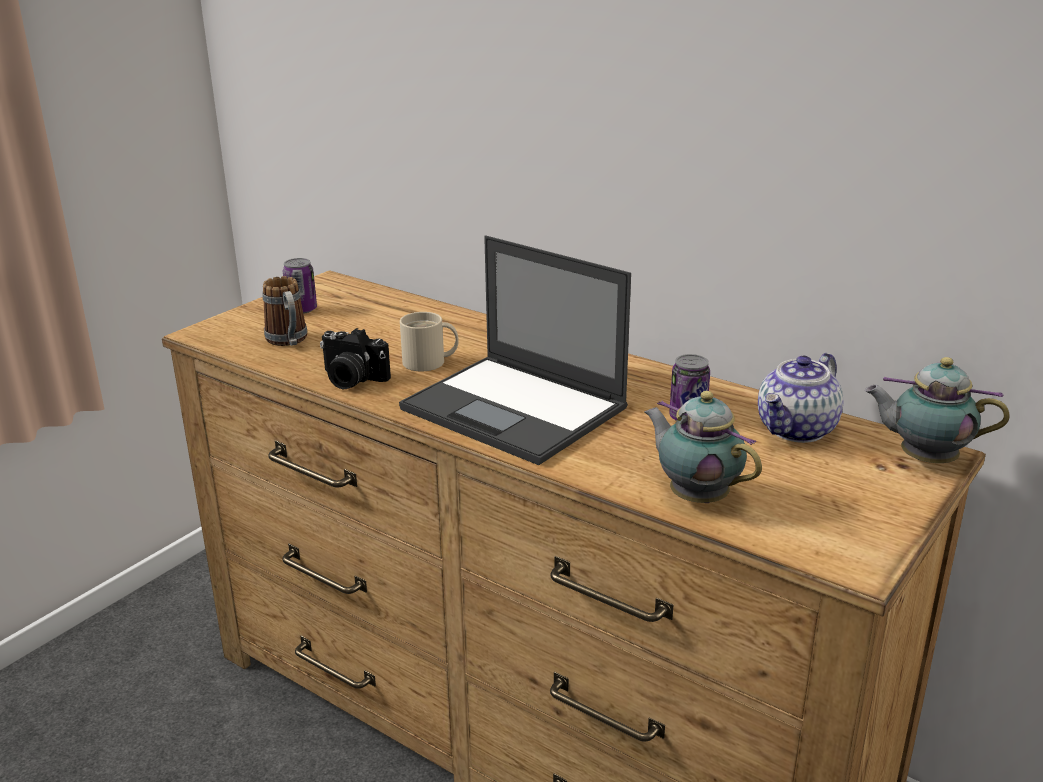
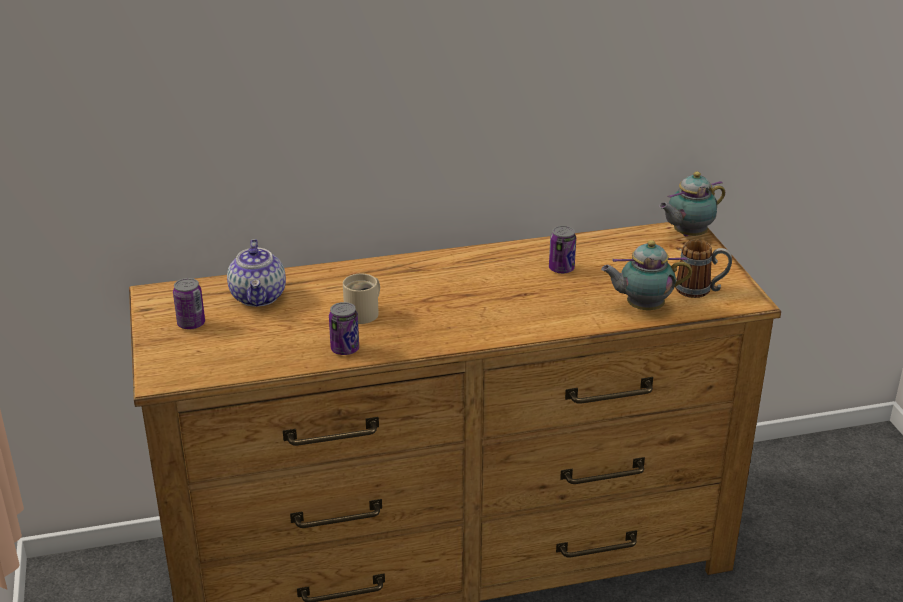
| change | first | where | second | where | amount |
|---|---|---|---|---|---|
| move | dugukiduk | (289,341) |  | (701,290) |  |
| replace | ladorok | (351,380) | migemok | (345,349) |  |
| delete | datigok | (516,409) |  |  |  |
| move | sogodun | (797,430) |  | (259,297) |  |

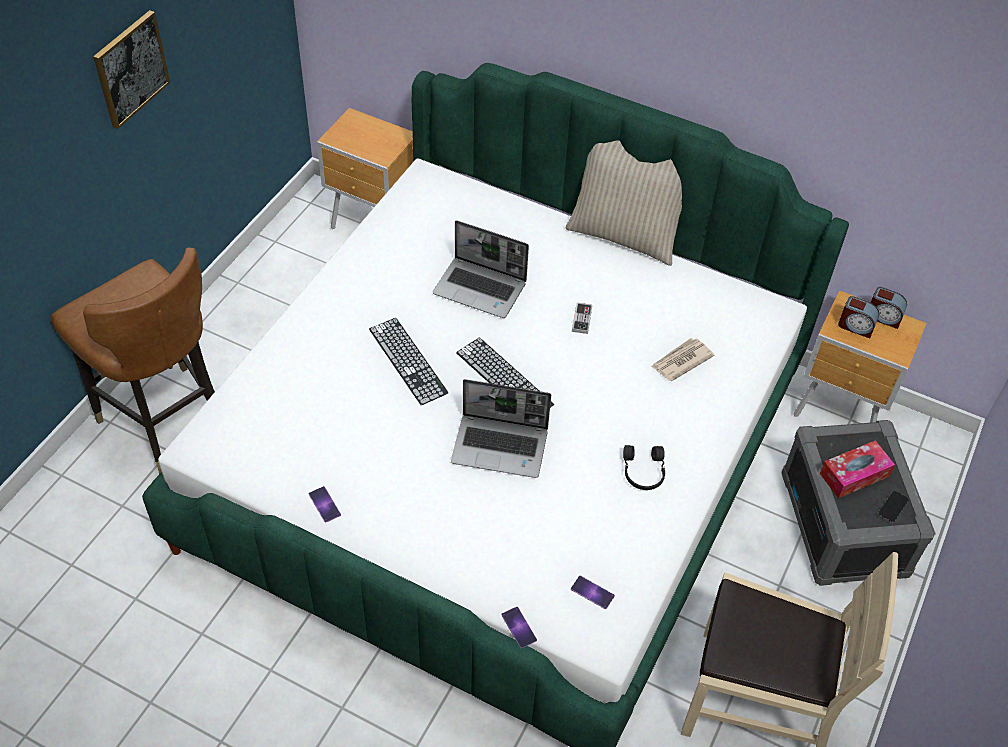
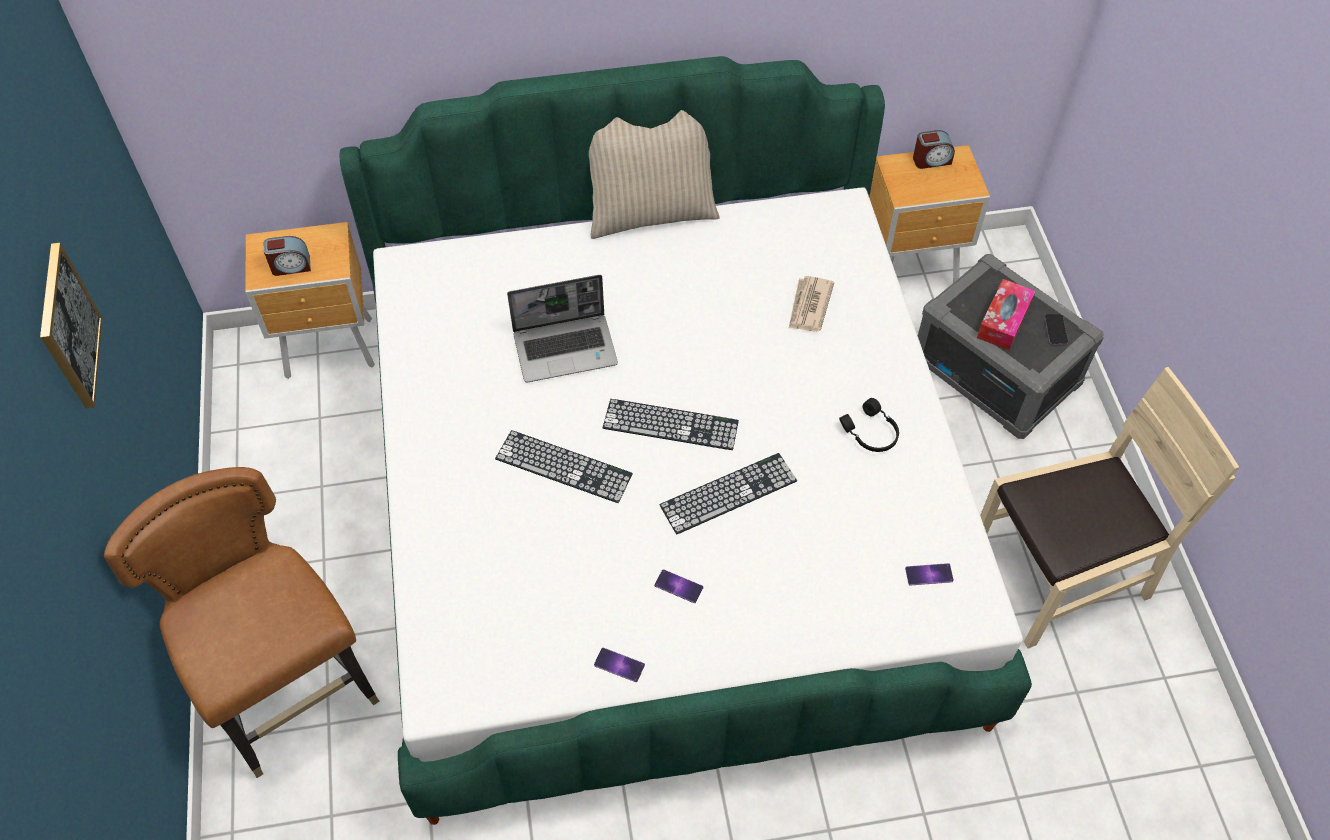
| change | first | where | second | where | amount |
|---|---|---|---|---|---|
| rotate | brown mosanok | (165,420) |  | (294,694) | 135 degrees counterclockwise |
| replace | datigok | (501,446) | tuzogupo | (728,493) |  |
| move | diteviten | (519,627) |  | (678,586) |  |
| delete | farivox | (582,319) |  |  |  |
| move | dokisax | (855,326) |  | (291,266) |  |

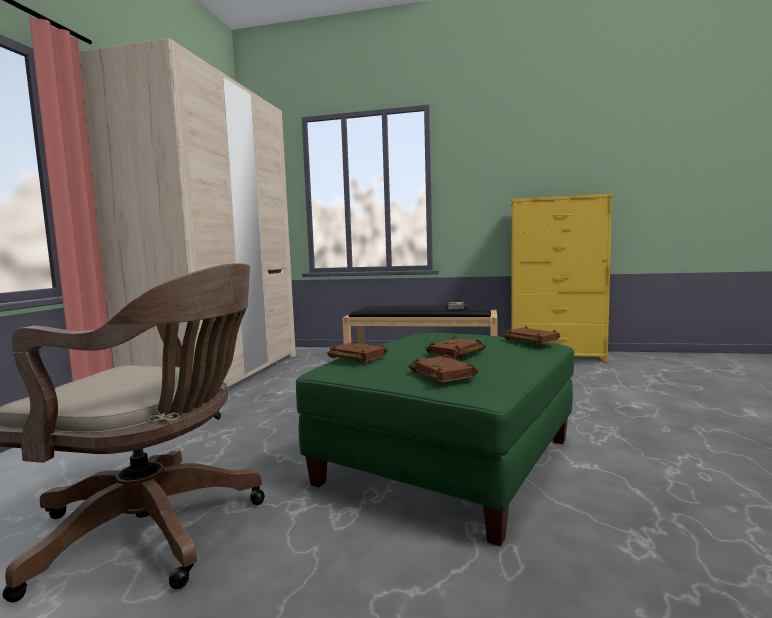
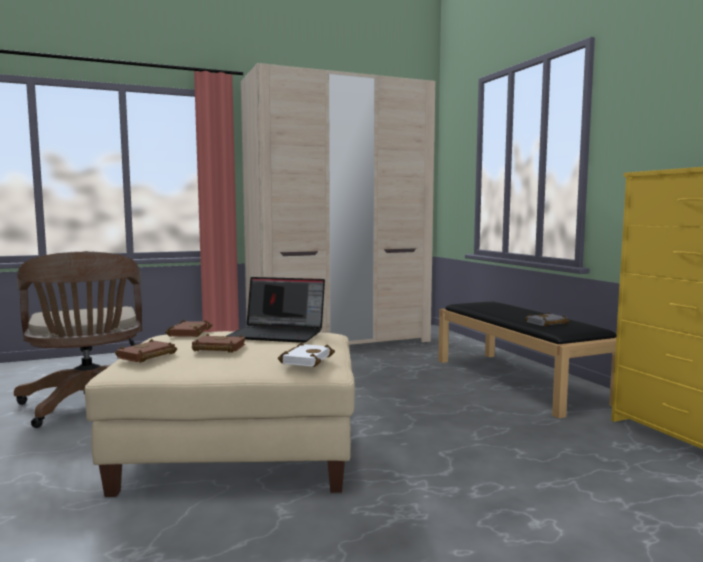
| change | first | where | second | where | amount |
|---|---|---|---|---|---|
| recolor | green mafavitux | (447,461) | beige mafavitux | (240,451) |  |
| recolor | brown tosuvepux | (529,340) | white tosuvepux | (305,359) |  |
| insert |  |  | datigok | (279,334) |  |

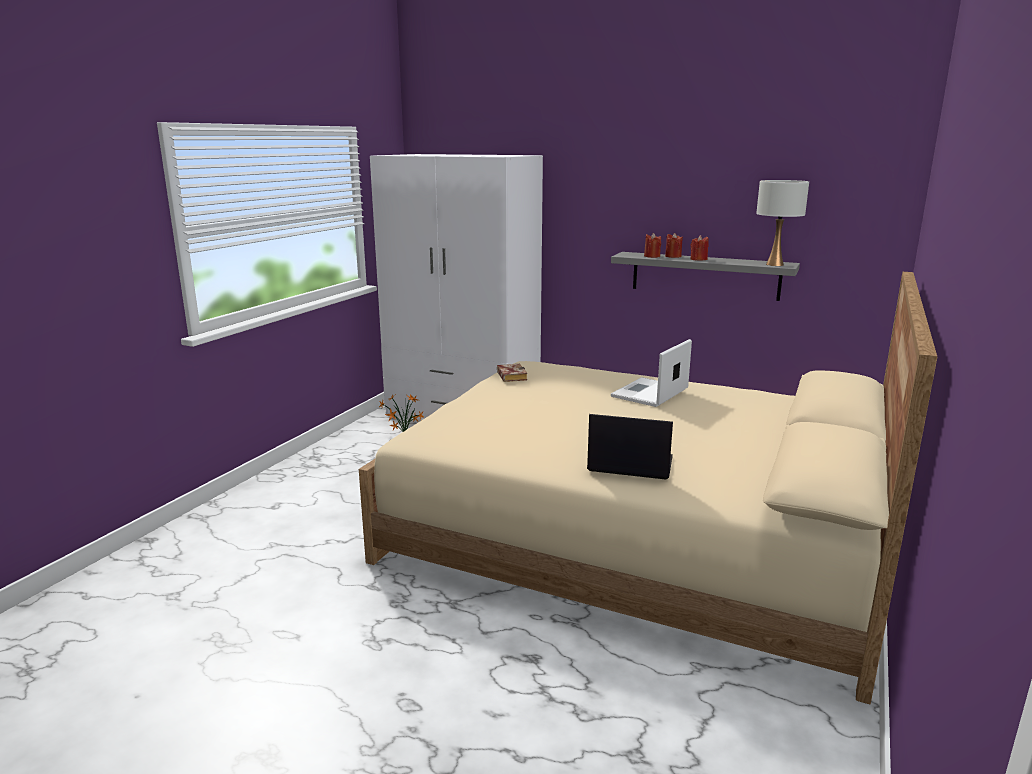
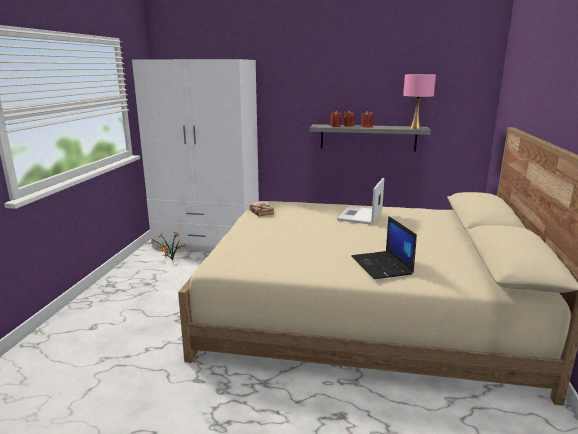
| change | first | where | second | where | amount |
|---|---|---|---|---|---|
| rotate | datigok | (629,464) |  | (382,266) | 105 degrees counterclockwise |
| recolor | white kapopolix | (774,264) | pink kapopolix | (415,128) |  |

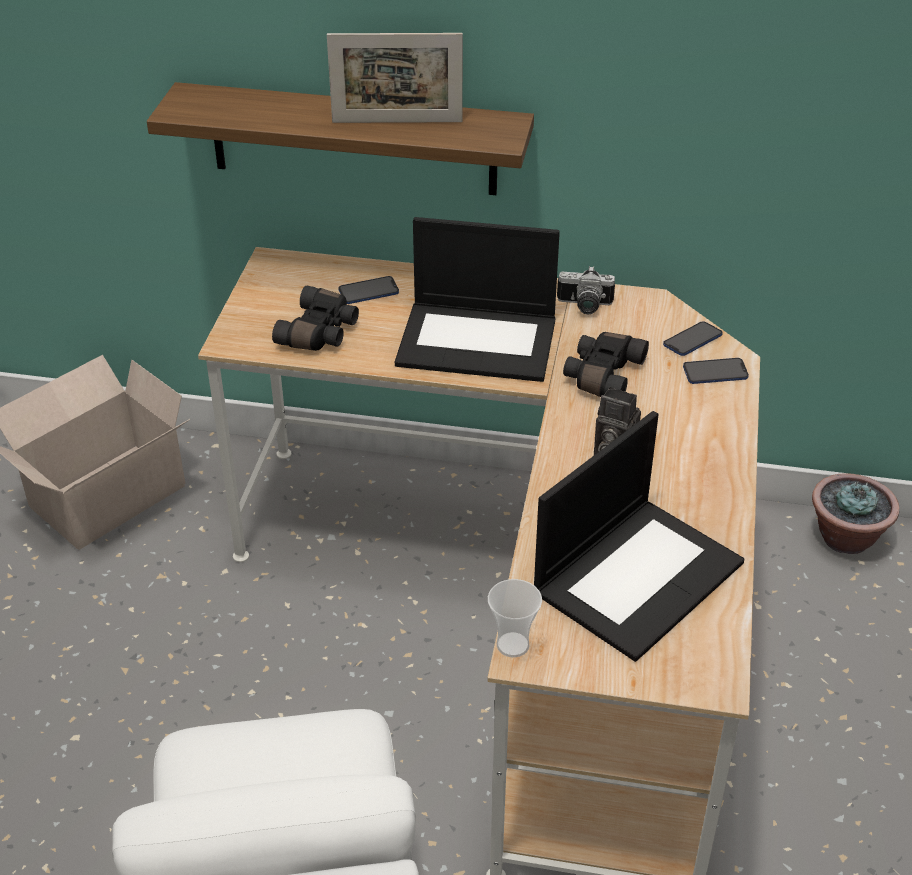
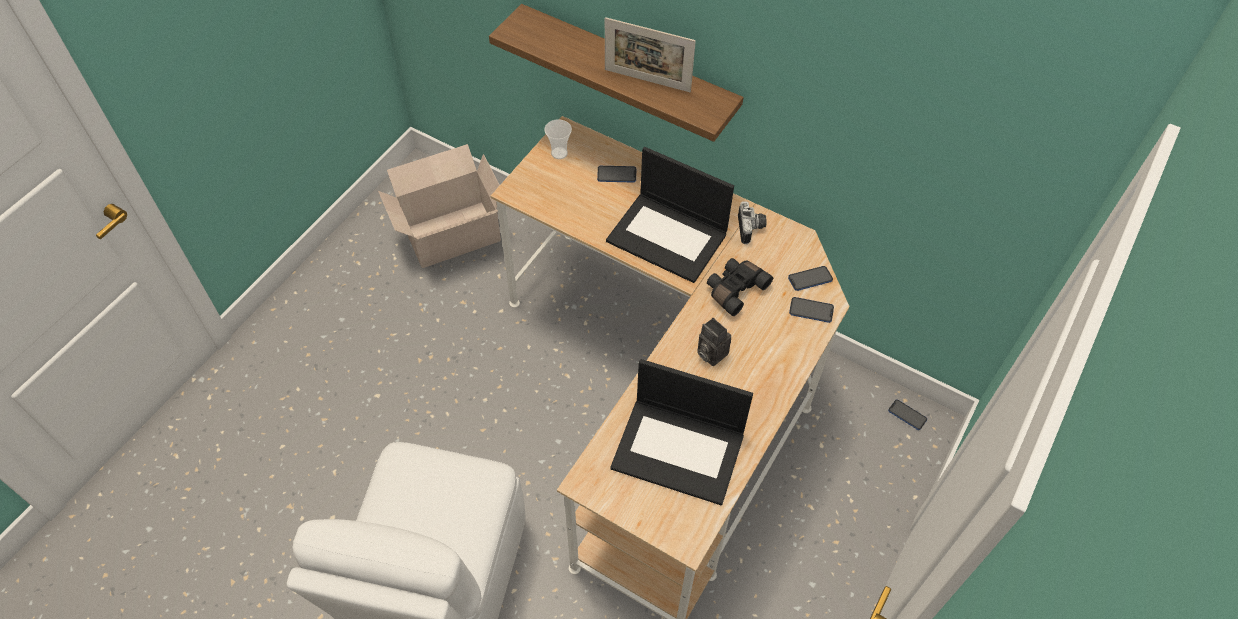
| change | first | where | second | where | amount |
|---|---|---|---|---|---|
| delete | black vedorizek | (320,332) |  |  |  |
| move | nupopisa | (513,645) |  | (559,153) |  |
| rotate | datigok | (638,575) |  | (680,450) | 45 degrees clockwise |
| rotate | ladorok | (584,306) |  | (751,229) | 120 degrees counterclockwise |
| replace | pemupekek | (845,538) | diteviten | (907,415) |  |

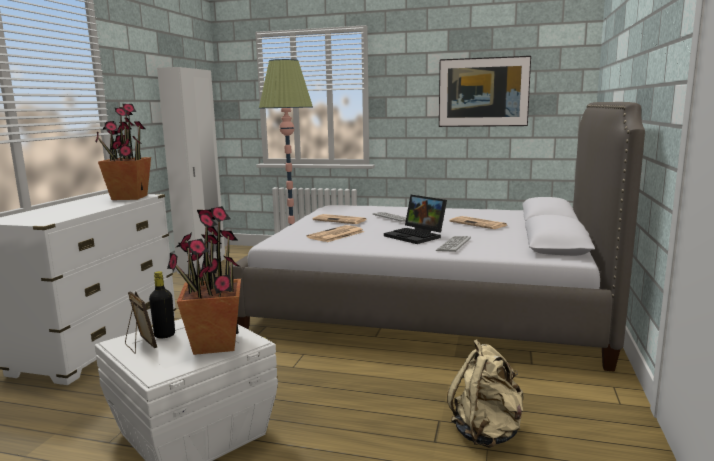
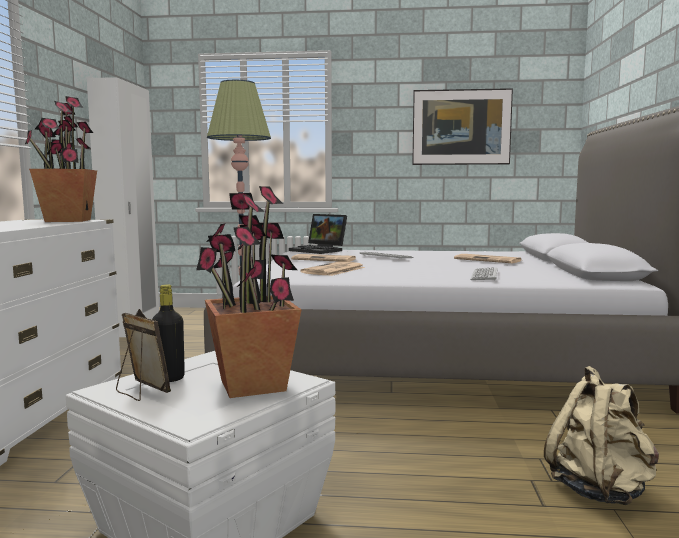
| change | first | where | second | where | amount |
|---|---|---|---|---|---|
| move | datigok | (416,236) |  | (320,250) |  |

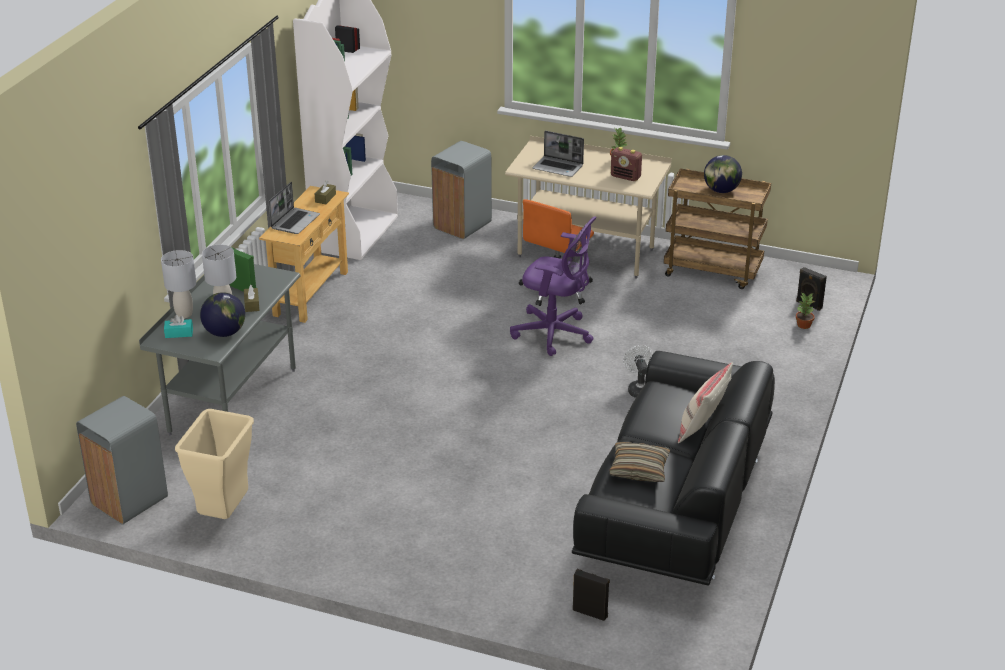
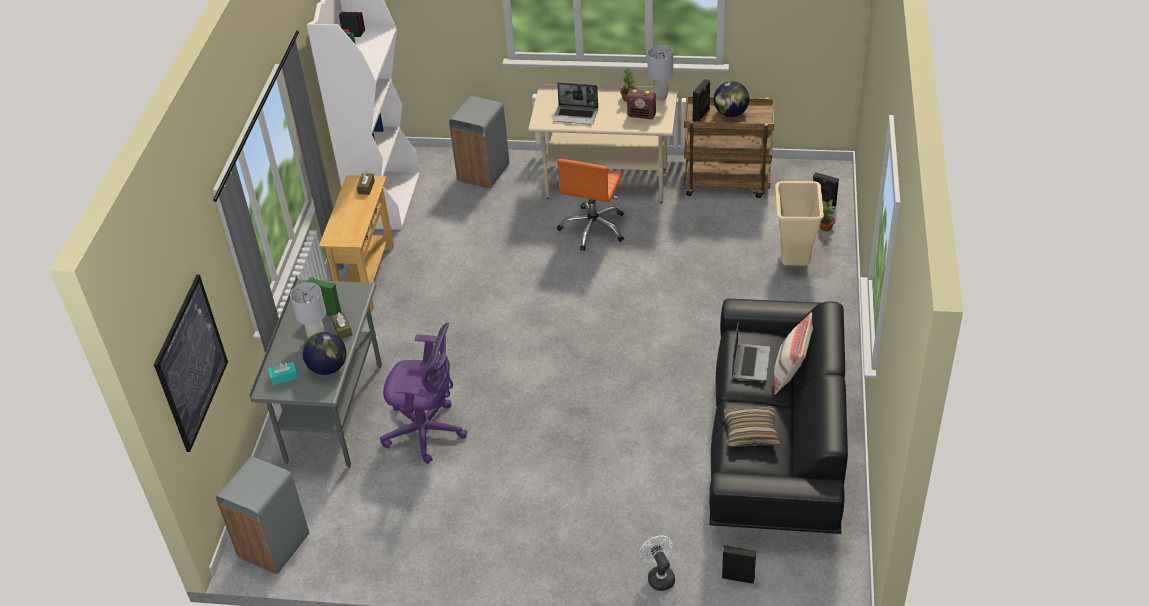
| change | first | where | second | where | amount |
|---|---|---|---|---|---|
| move | grey kapopolix | (184,314) |  | (660,97) |  |
| move | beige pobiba | (224,513) |  | (793,261) |  |
| move | datigok | (295,221) |  | (750,362) |  |
| move | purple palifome | (555,334) |  | (427,432) |  |
| move | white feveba | (639,389) |  | (659,576) |  |
| insert |  |  | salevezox | (191,363) |  |
| insert |  |  | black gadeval | (701,115) |  |

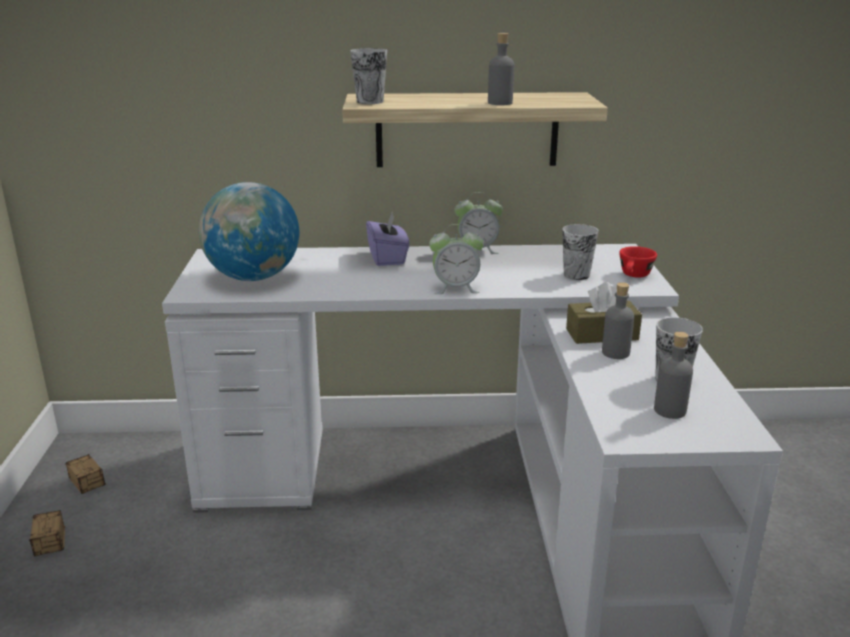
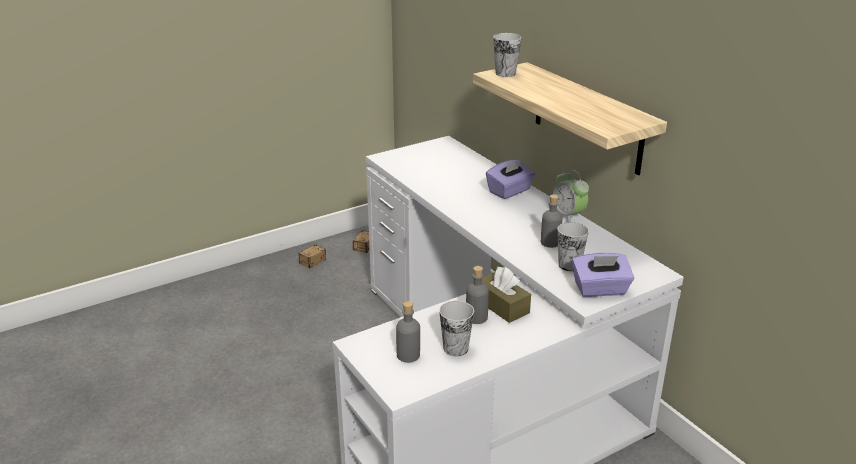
| change | first | where | second | where | amount |
|---|---|---|---|---|---|
| delete | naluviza | (253,277) |  |  |  |
| delete | dokisax | (455,288) |  |  |  |
| move | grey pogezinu | (500,103) |  | (550,242) |  |
| replace | red nupopisa | (634,276) | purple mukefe | (600,289) |  |

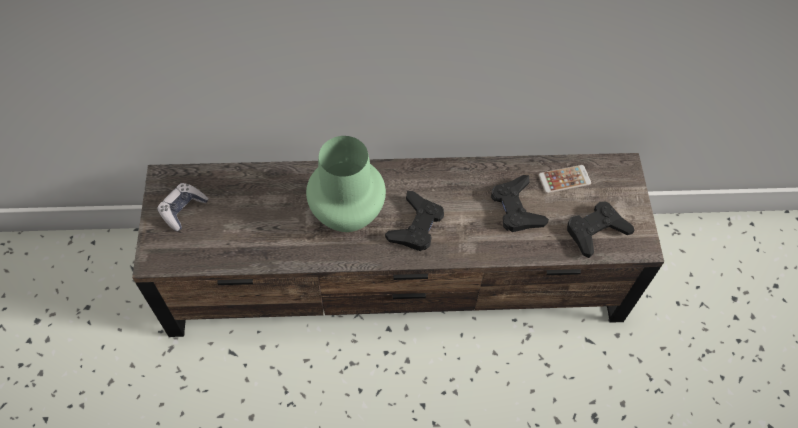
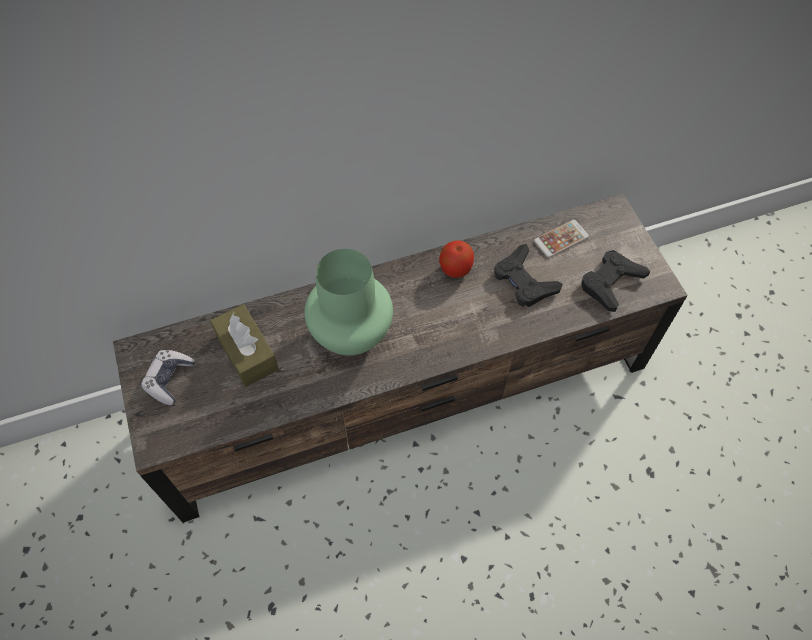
| change | first | where | second | where | amount |
|---|---|---|---|---|---|
| delete | black farivox | (416,225) |  |  |  |
| insert |  |  | brown mukefe | (247,352) |  |
| insert |  |  | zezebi | (455,269) |  |

